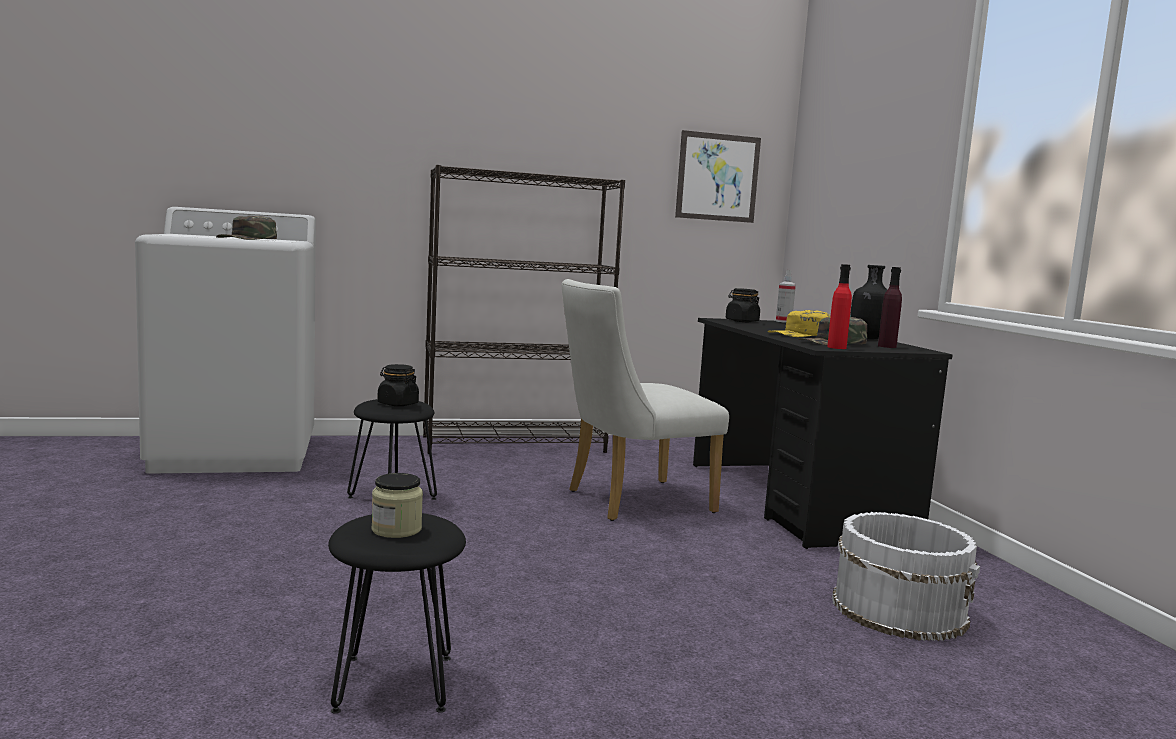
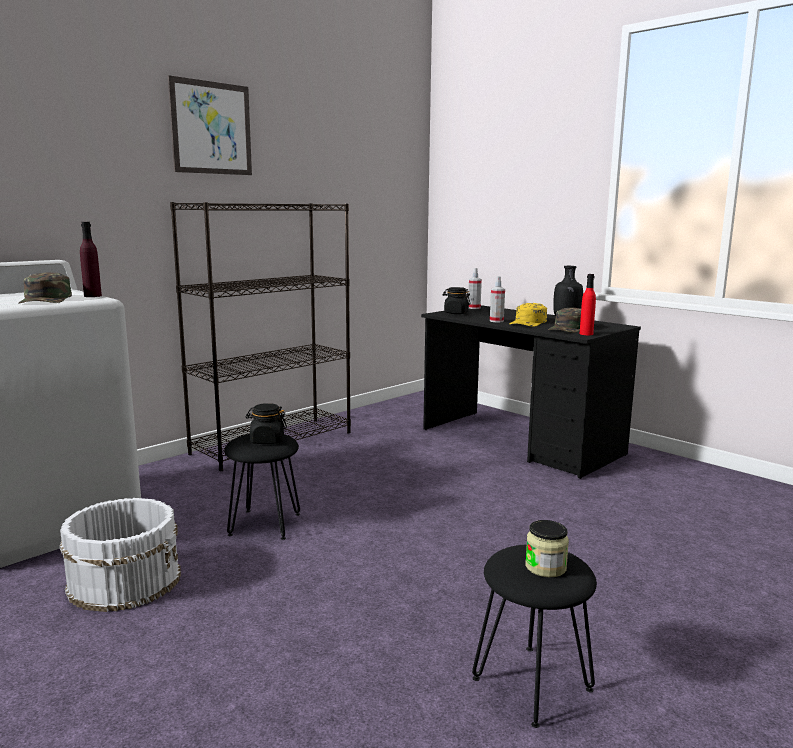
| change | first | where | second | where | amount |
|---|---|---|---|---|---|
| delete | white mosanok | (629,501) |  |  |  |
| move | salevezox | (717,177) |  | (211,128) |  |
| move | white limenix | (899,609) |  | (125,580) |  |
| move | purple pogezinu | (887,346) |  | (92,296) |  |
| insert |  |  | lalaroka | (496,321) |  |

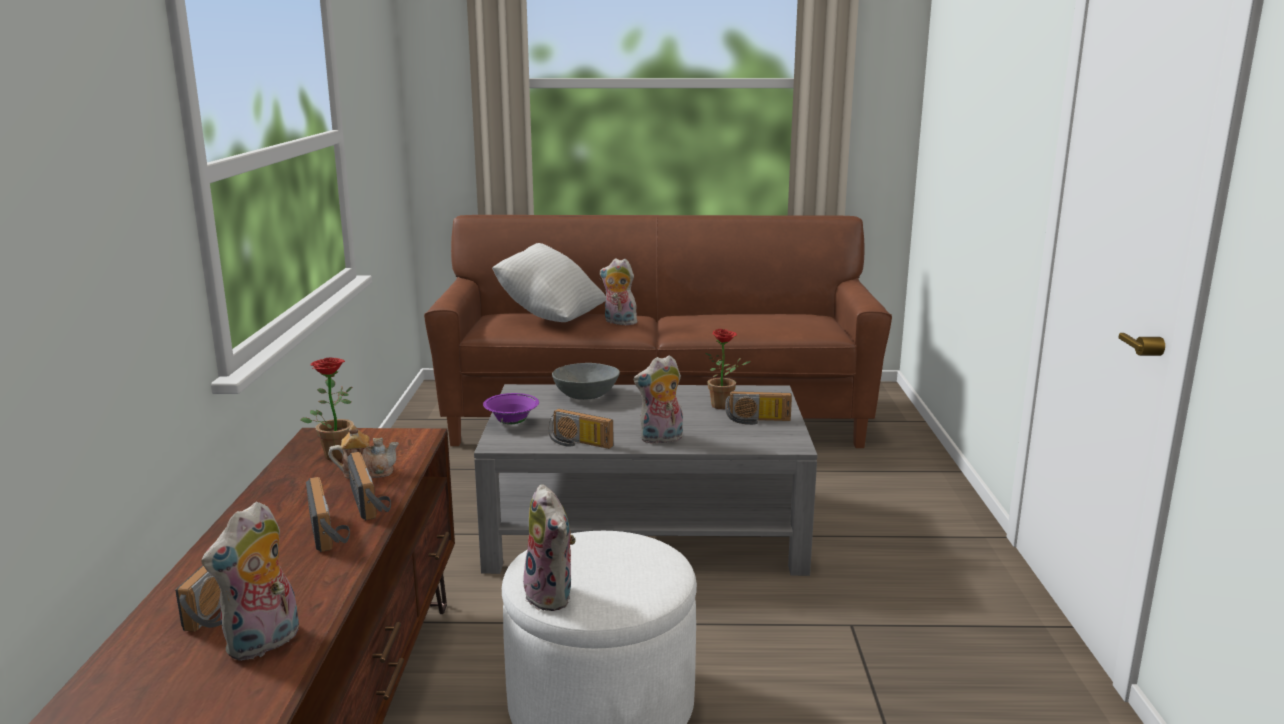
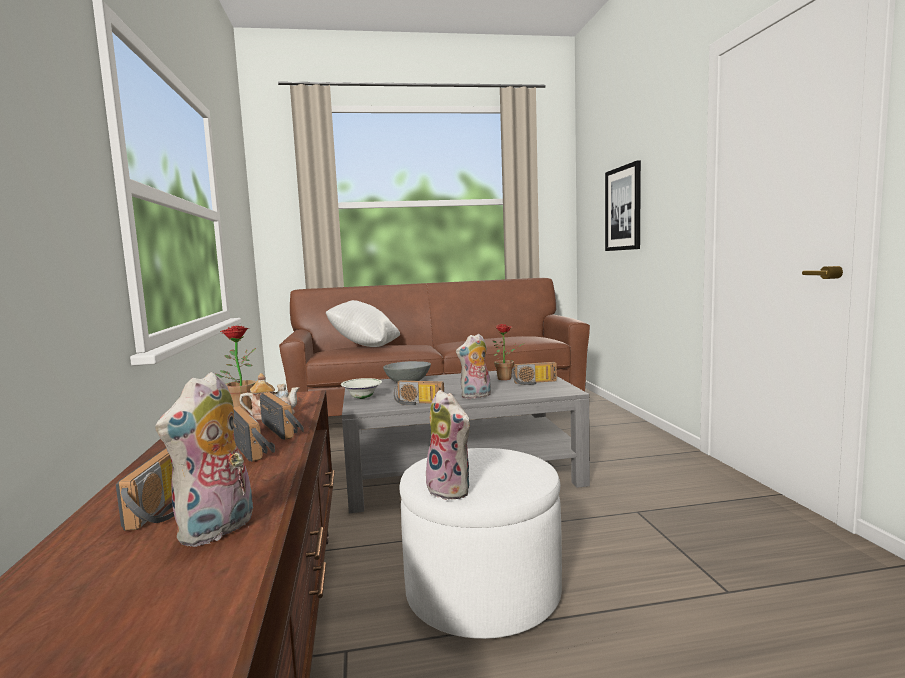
| change | first | where | second | where | amount |
|---|---|---|---|---|---|
| recolor | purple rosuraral | (512,422) | white rosuraral | (362,398) |  |
| delete | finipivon | (618,322) |  |  |  |
| insert |  |  | salevezox | (623,208) |  |

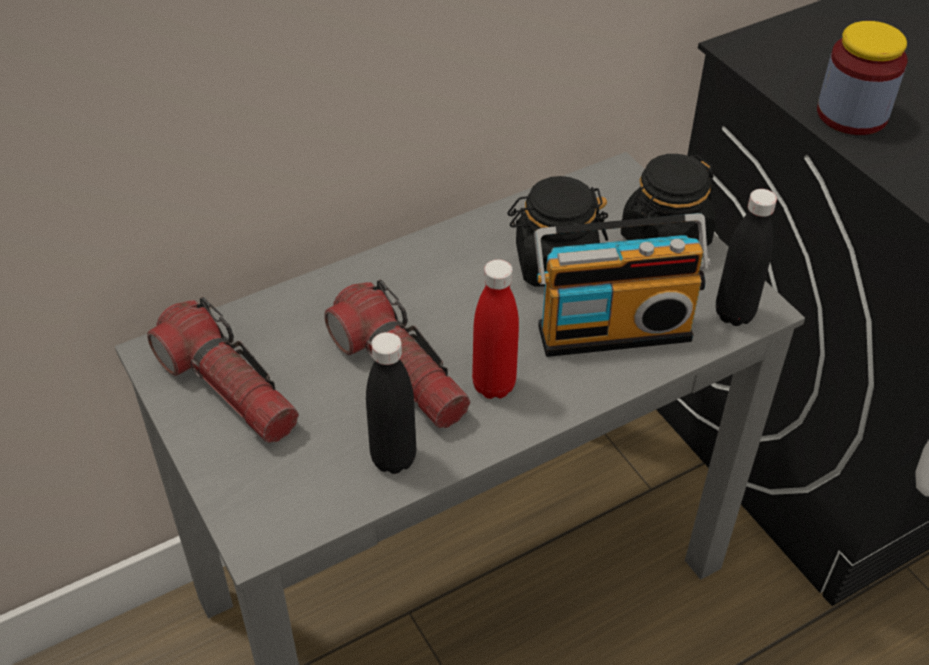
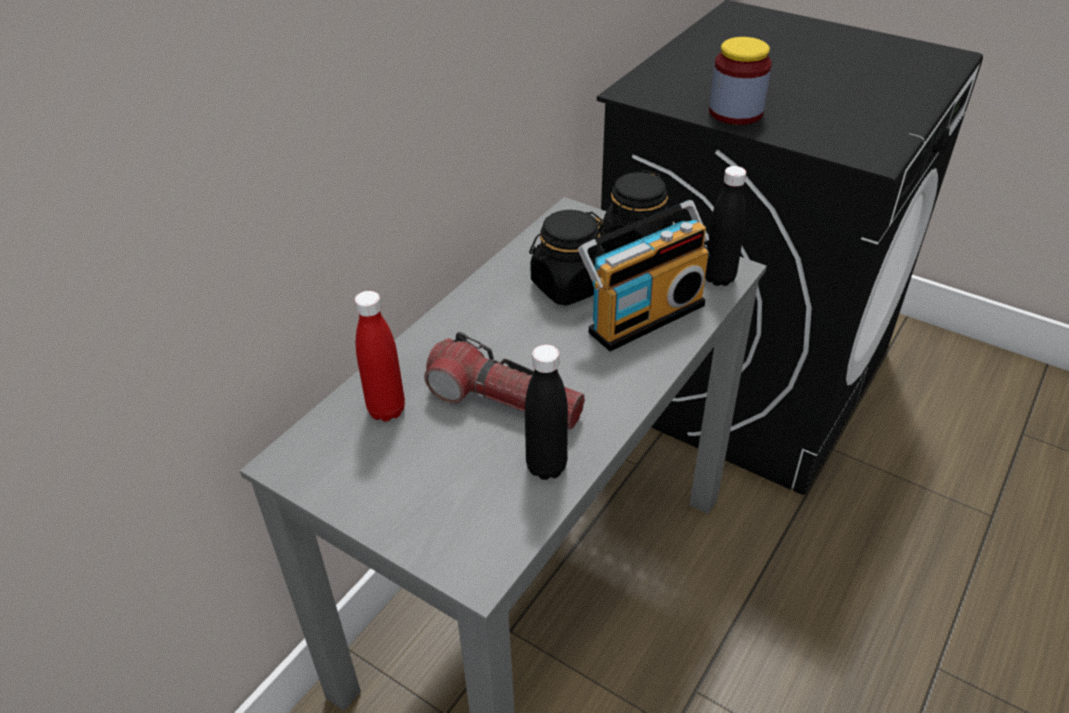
| change | first | where | second | where | amount |
|---|---|---|---|---|---|
| delete | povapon | (228,388) |  |  |  |
| move | red pogezinu | (494,385) |  | (386,410) |  |

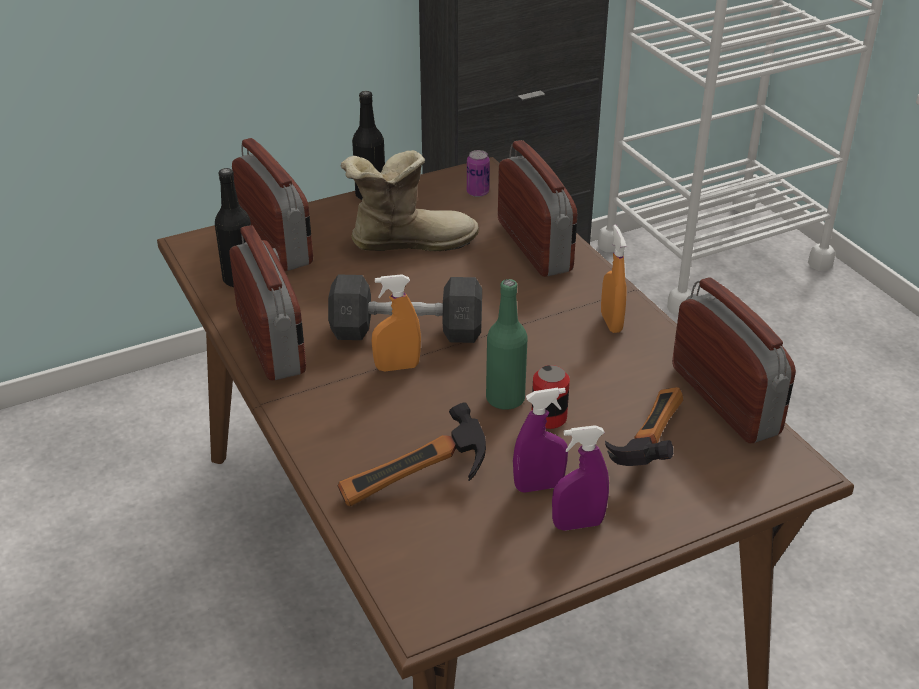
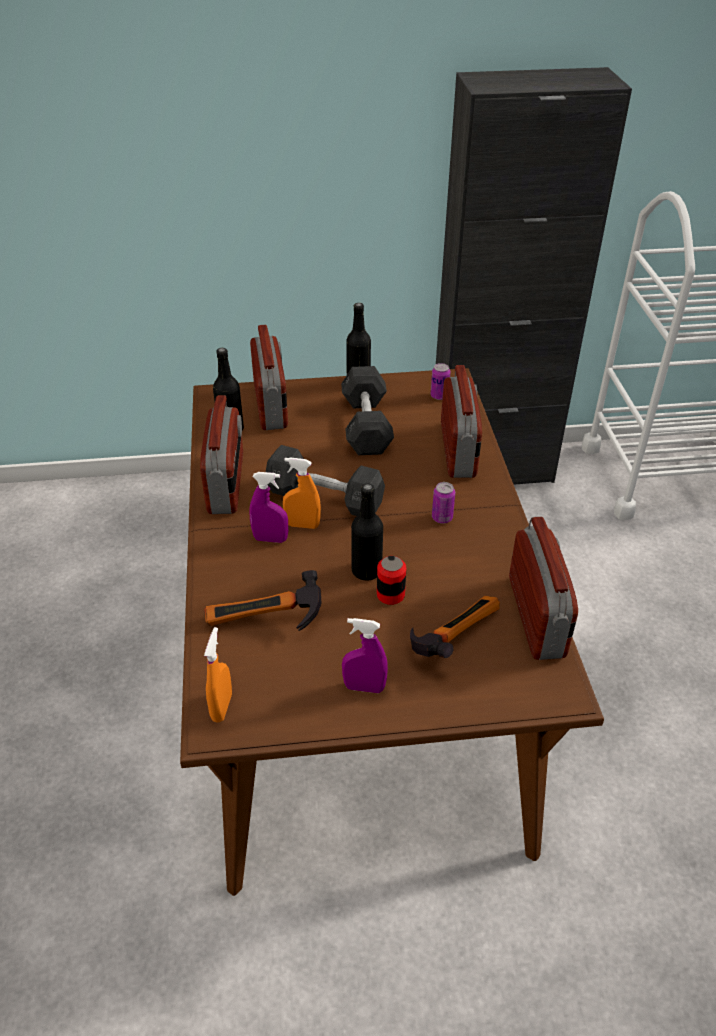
| change | first | where | second | where | amount |
|---|---|---|---|---|---|
| replace | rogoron | (409,241) | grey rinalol | (366,425) |  |
| recolor | green pogezinu | (505,399) | black pogezinu | (366,571) |  |
| move | purple lalaroka | (538,486) |  | (270,539) |  |
| move | orange lalaroka | (611,322) |  | (222,707) |  |
| insert |  |  | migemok | (442,518) |  |

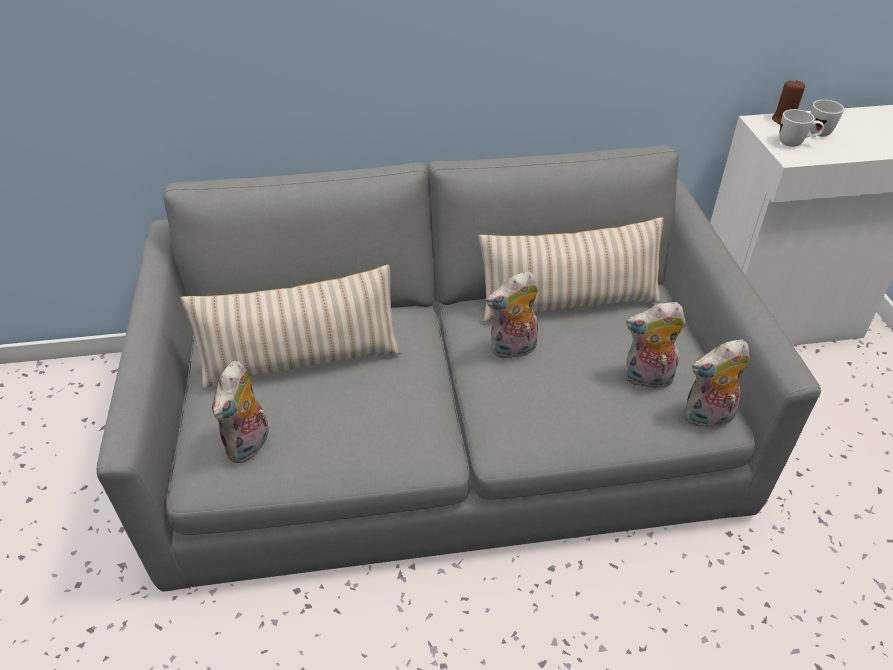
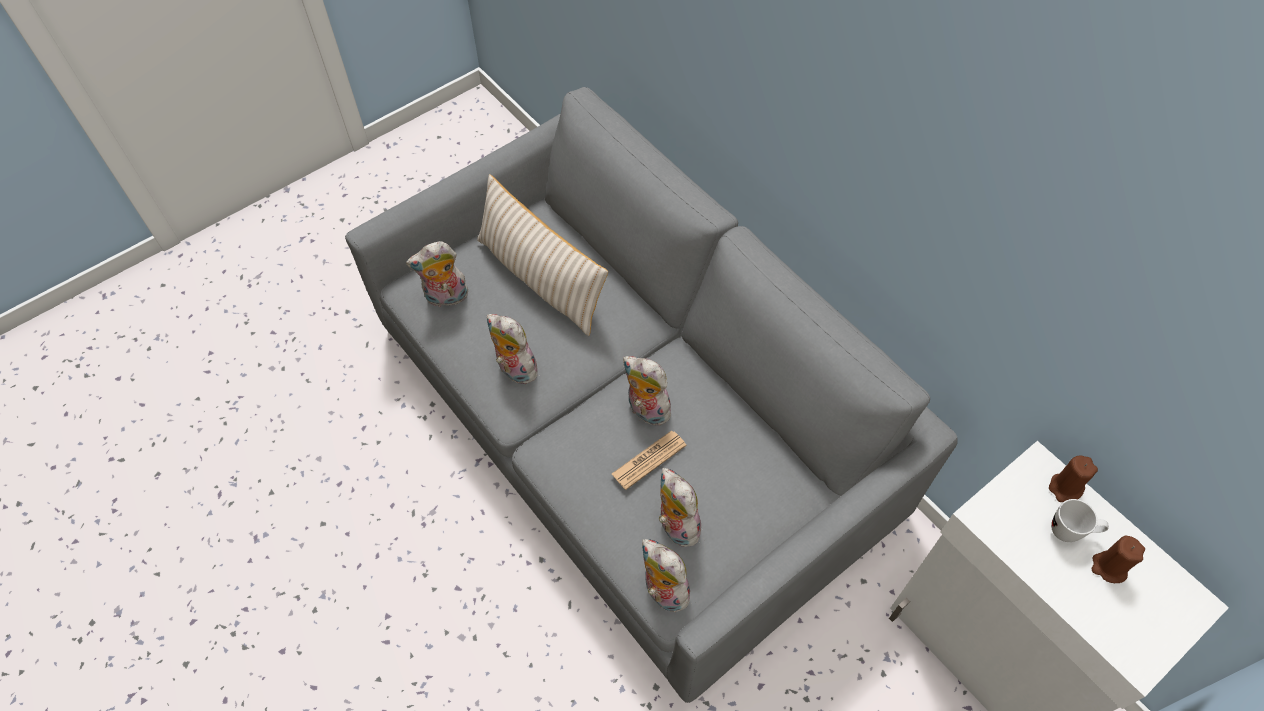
| change | first | where | second | where | amount |
|---|---|---|---|---|---|
| delete | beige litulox | (568,303) |  |  |  |
| delete | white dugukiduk | (795,144) |  |  |  |
| insert |  |  | finipivon | (514,369) |  |
| insert |  |  | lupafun | (649,460) |  |
| insert |  |  | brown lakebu | (1108,567) |  |

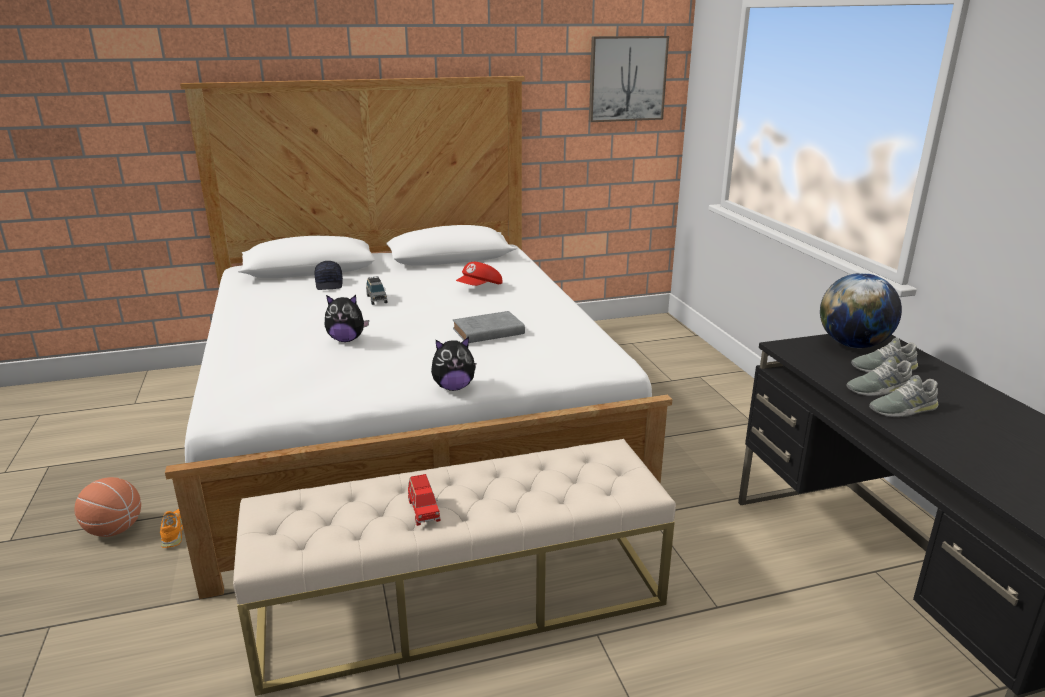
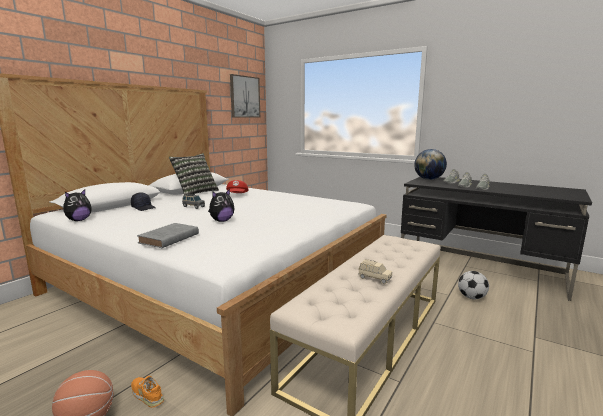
| change | first | where | second | where | amount |
|---|---|---|---|---|---|
| recolor | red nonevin | (423,510) | beige nonevin | (374,279) |  |
| move | finipivon | (453,387) |  | (78,220) |  |
| move | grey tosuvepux | (486,332) |  | (168,239) |  |
| insert |  |  | litulox | (195,192) |  |
| insert |  |  | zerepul | (471,297) |  |

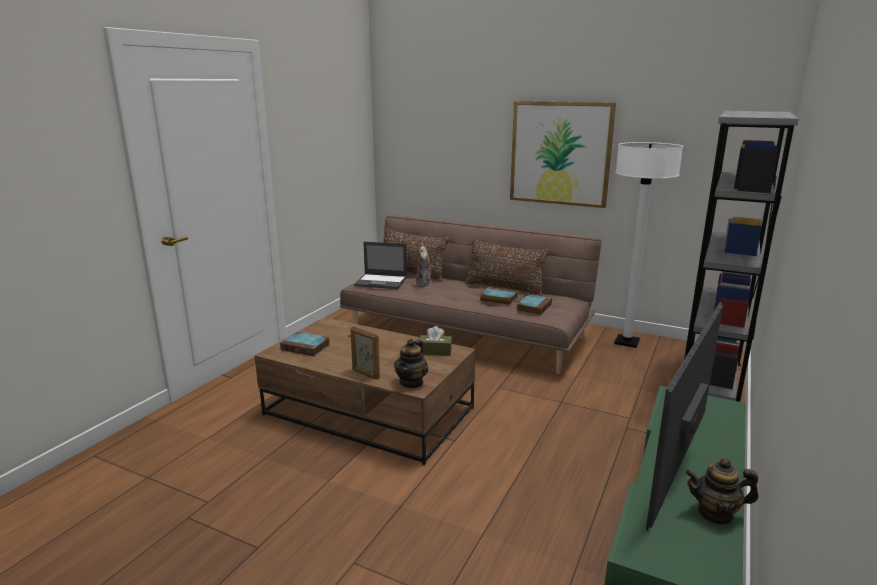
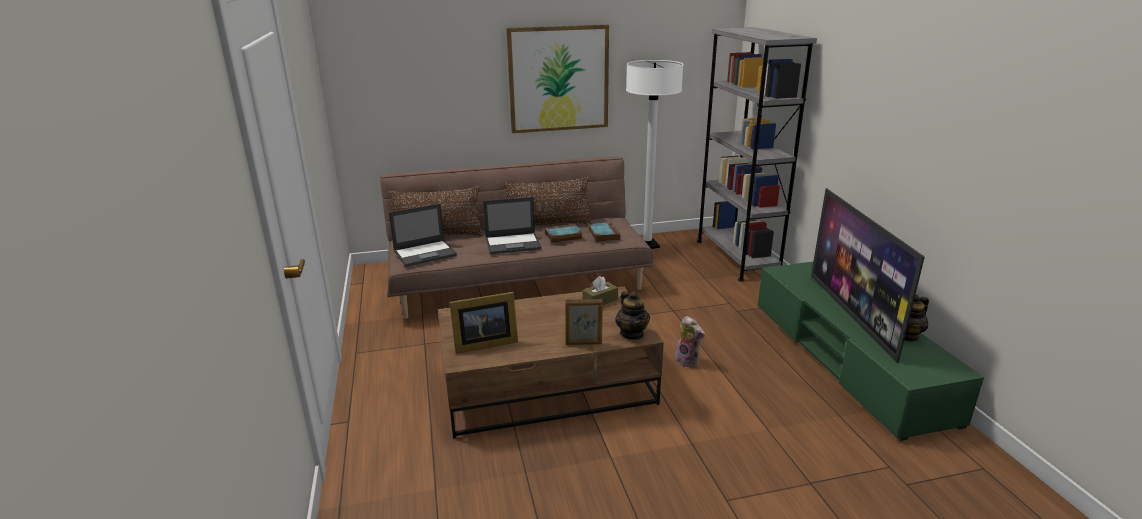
| change | first | where | second | where | amount |
|---|---|---|---|---|---|
| replace | tosuvepux | (306,347) | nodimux | (483,343) |  |
| move | finipivon | (424,284) |  | (688,361) |  |
| insert |  |  | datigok | (513,243) |  |

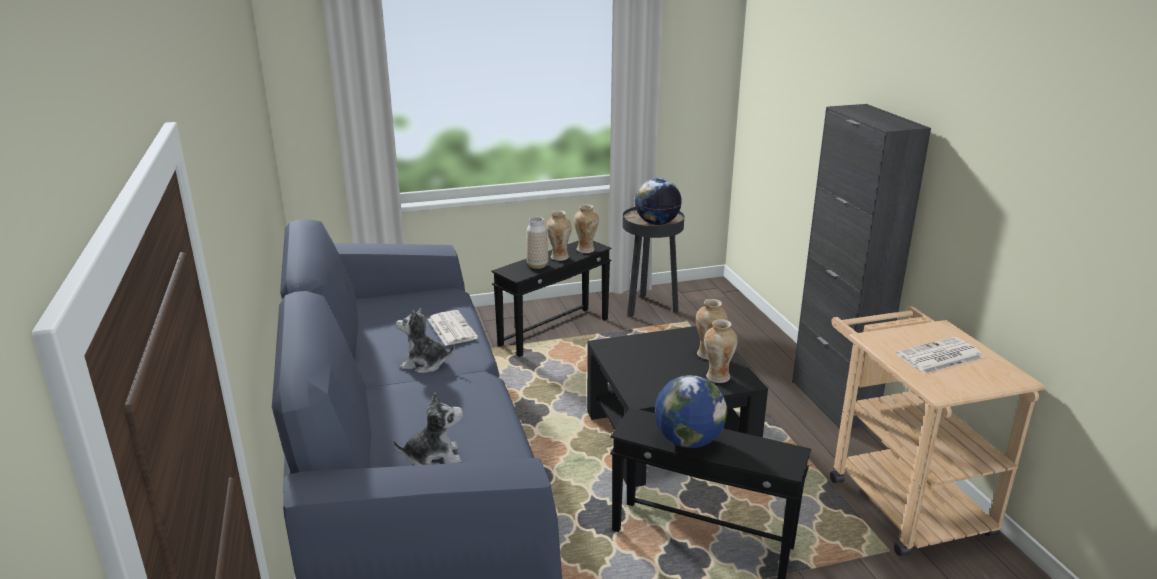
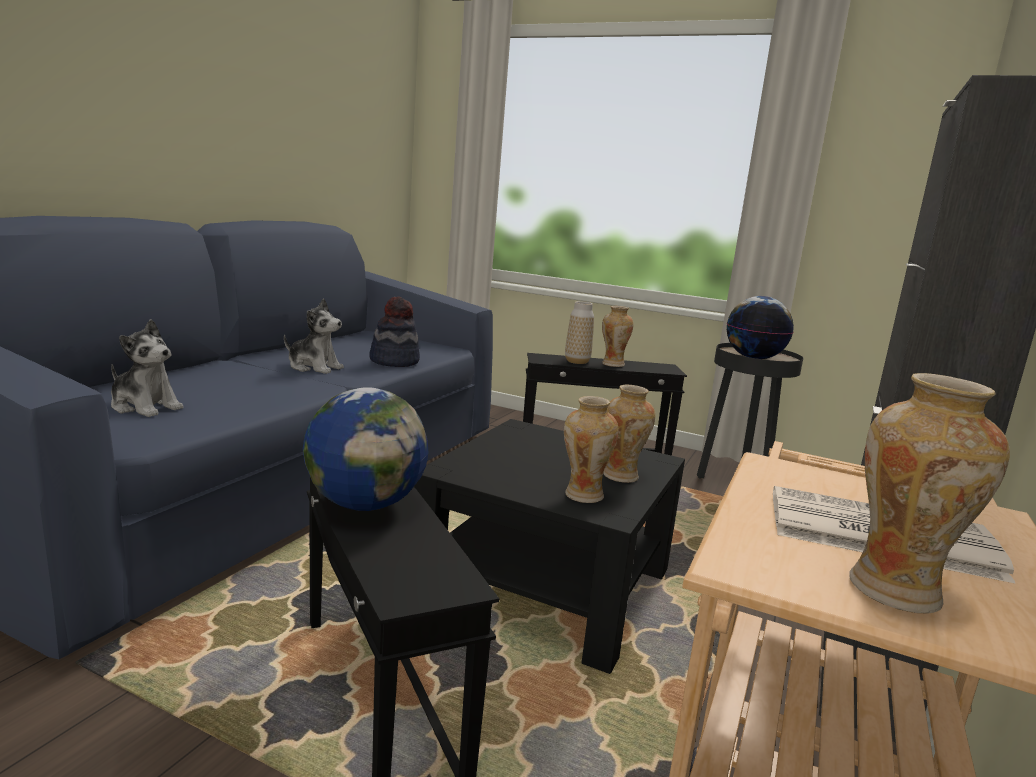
| change | first | where | second | where | amount |
|---|---|---|---|---|---|
| rotate | finipivon | (425,364) |  | (314,367) | 150 degrees clockwise |
| replace | lupafun | (451,328) | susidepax | (394,361) |  |
| move | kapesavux | (586,250) |  | (897,592) |  |

